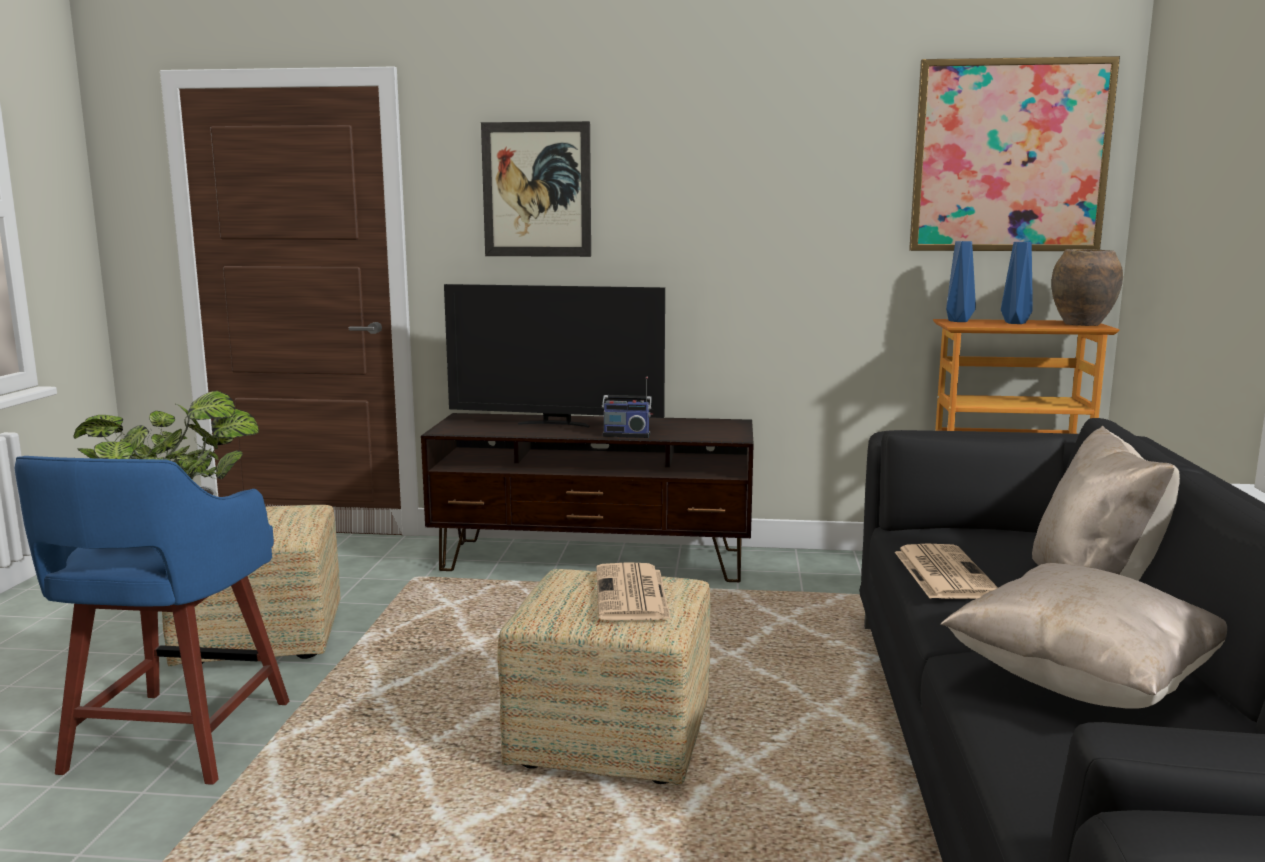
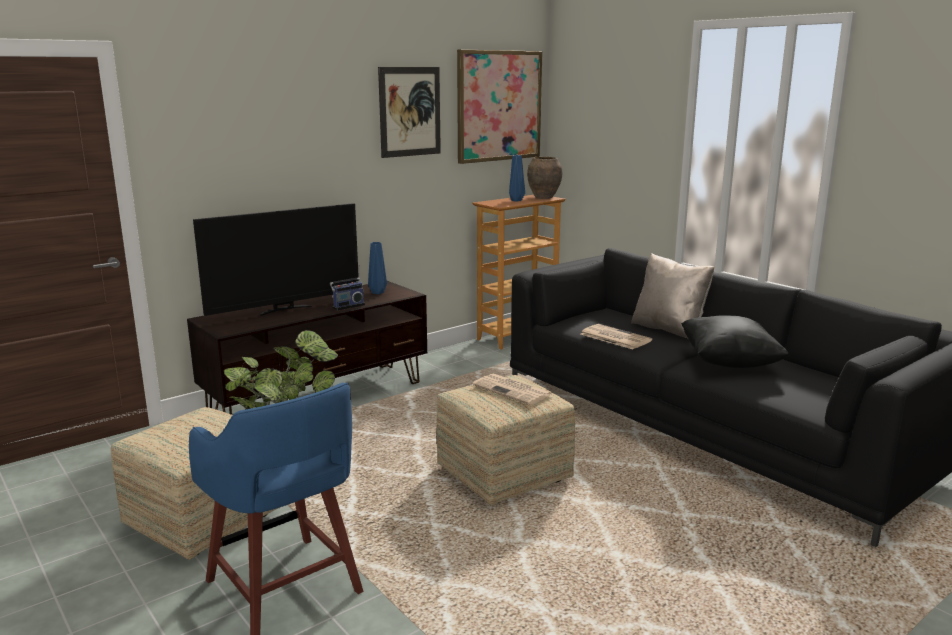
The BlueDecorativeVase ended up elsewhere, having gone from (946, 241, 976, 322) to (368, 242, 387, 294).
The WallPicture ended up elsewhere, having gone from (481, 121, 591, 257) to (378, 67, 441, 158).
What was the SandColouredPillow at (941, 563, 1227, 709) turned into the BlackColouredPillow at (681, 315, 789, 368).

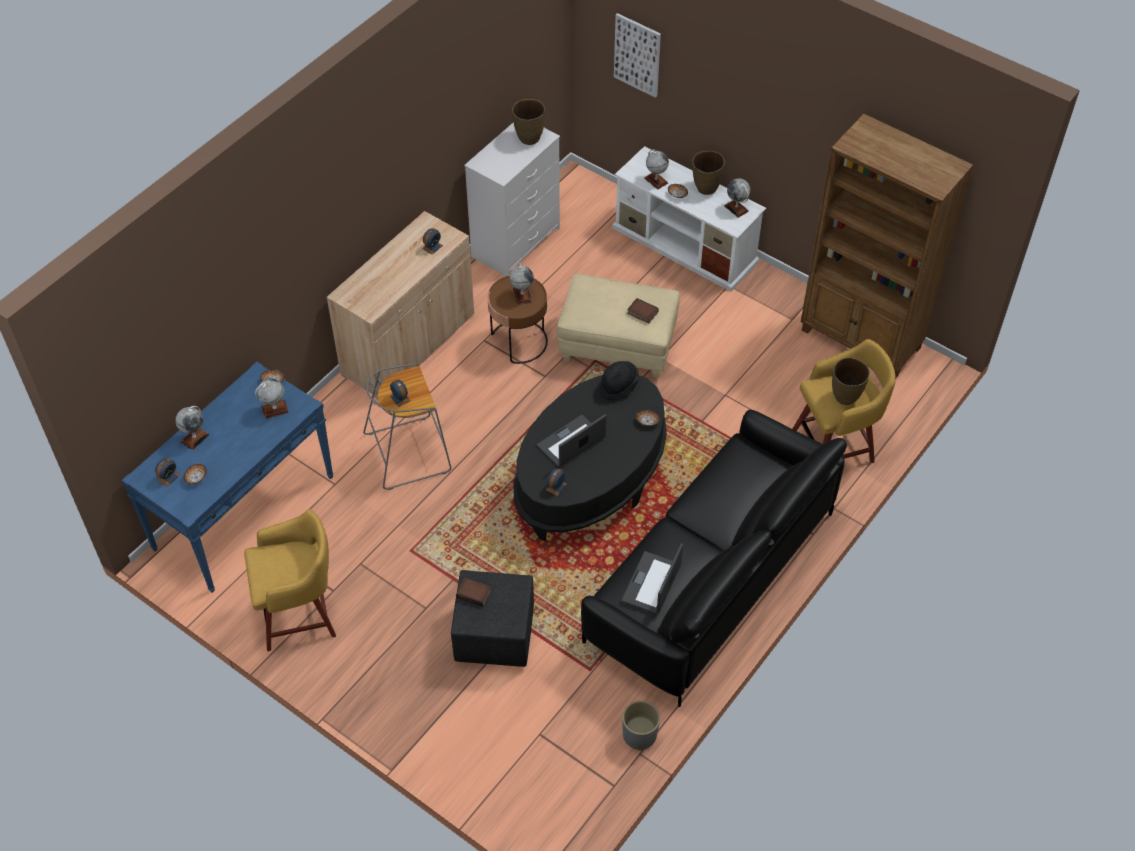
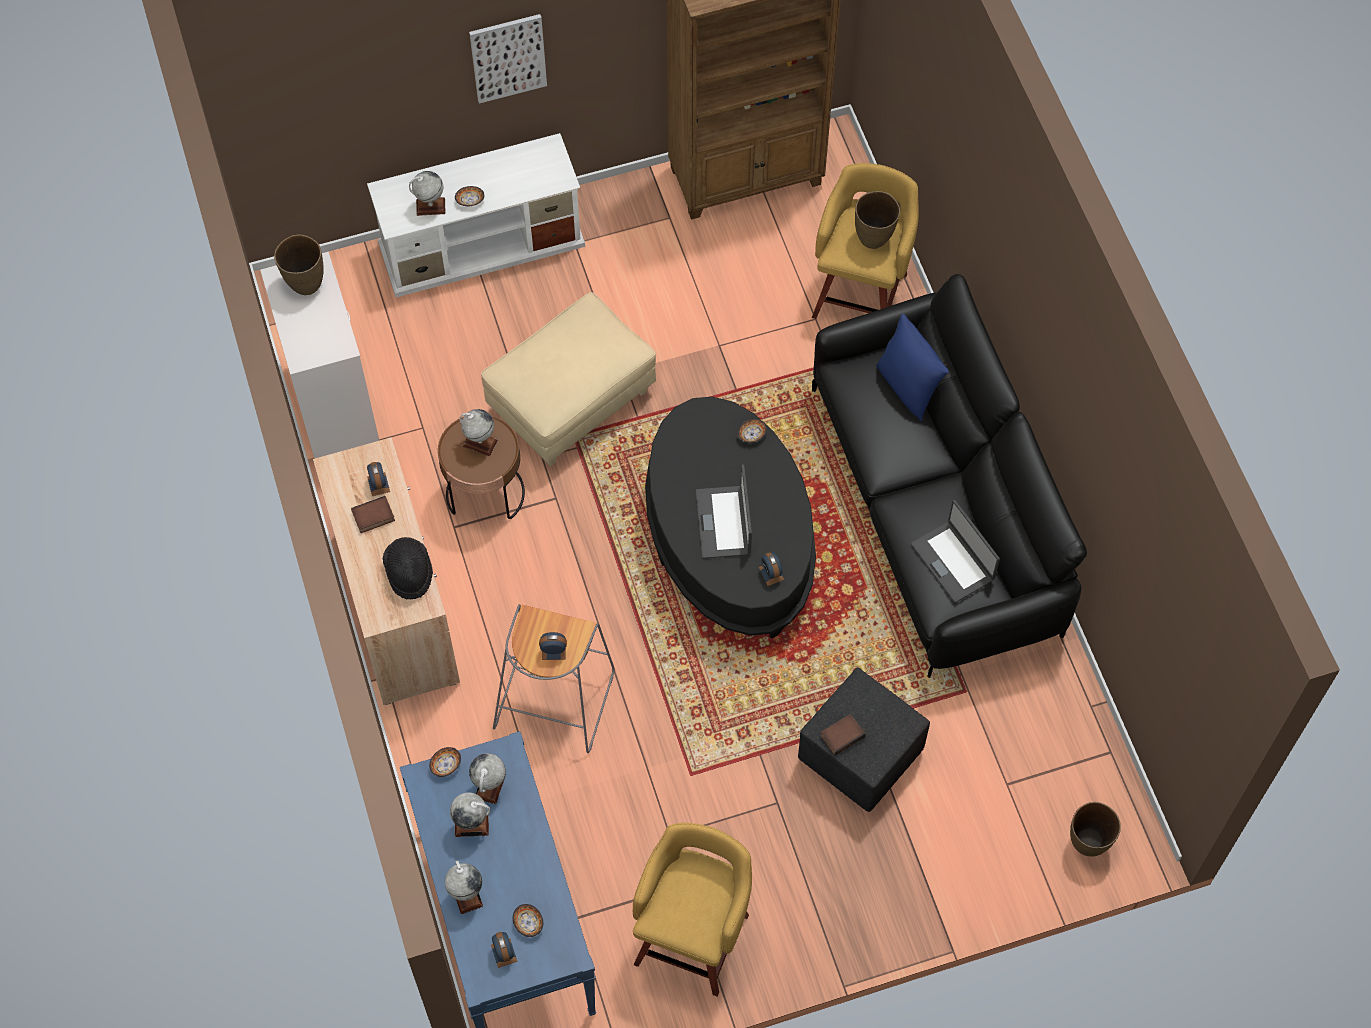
The Volume ended up elsewhere, having gone from (627, 298, 659, 323) to (351, 496, 395, 533).
The BlackColouredClothingHat ended up elsewhere, having gone from (600, 361, 639, 401) to (383, 537, 433, 599).
The WorldGlobe ended up elsewhere, having gone from (724, 179, 750, 218) to (450, 792, 490, 837).
The WallPicture ended up elsewhere, having gone from (614, 13, 661, 98) to (469, 14, 547, 104).
The second view gained the BluePillow at (876, 313, 949, 422).
The BrownDecorativeVase ended up elsewhere, having gone from (692, 151, 725, 195) to (1070, 802, 1121, 856).
The second view lost the GreyishPlanter at (622, 701, 660, 750).

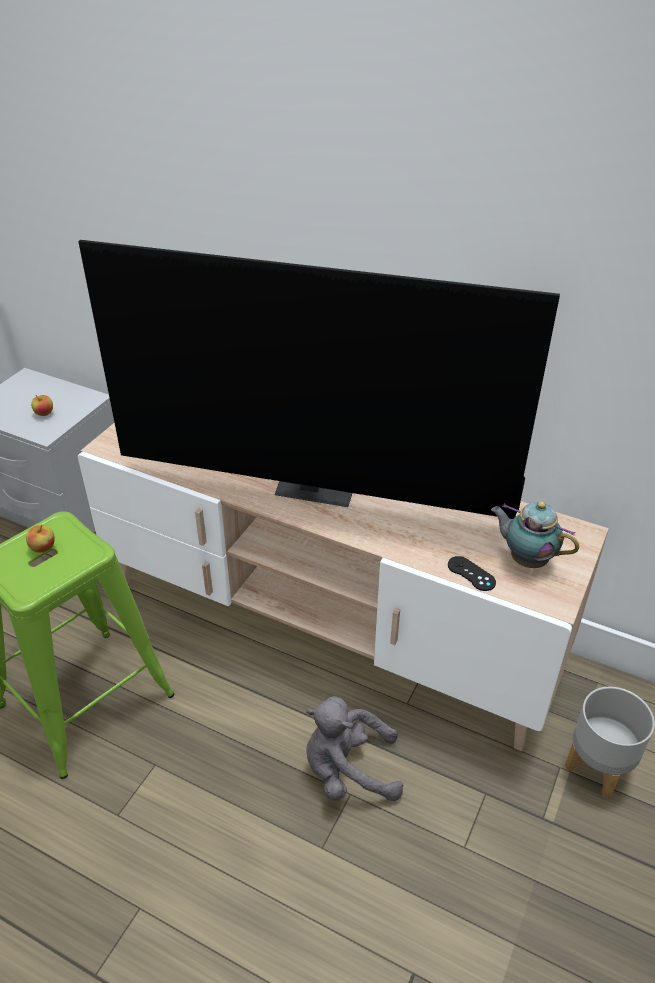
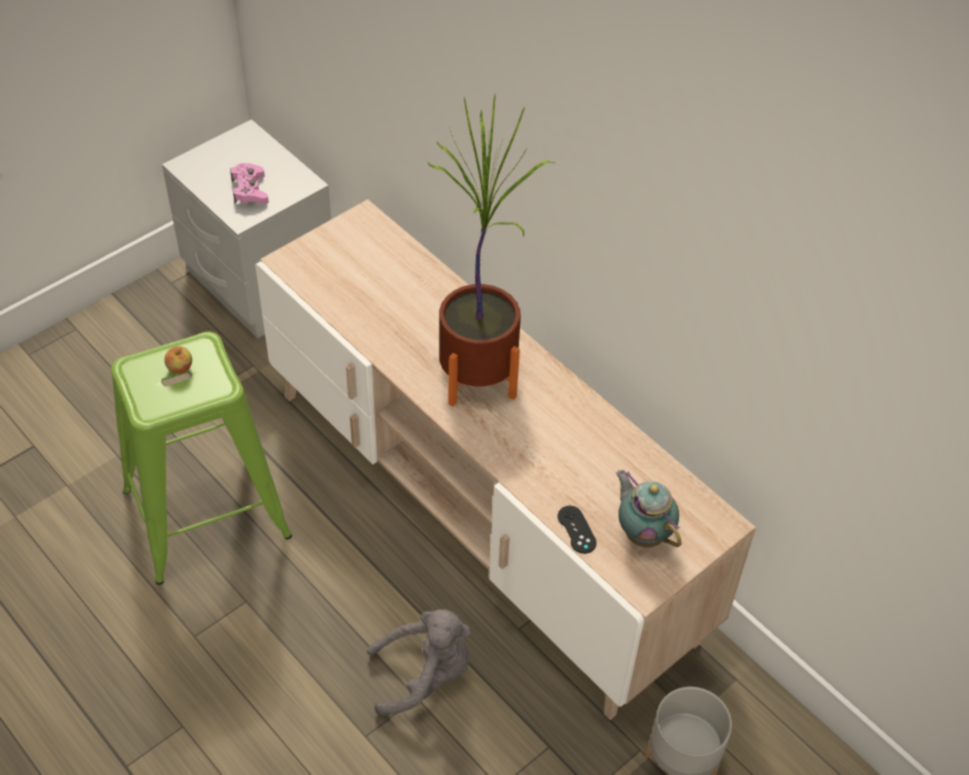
Where the WholeApple stood at (31, 395, 53, 416), the PinkGamepad came to stand at (230, 163, 269, 204).
The GreyishSoftToy at (306, 696, 403, 801) ended up facing another way, 150 degrees clockwise from before.
Where the Television stood at (78, 240, 560, 519), the PlantInAPot came to stand at (427, 95, 556, 407).

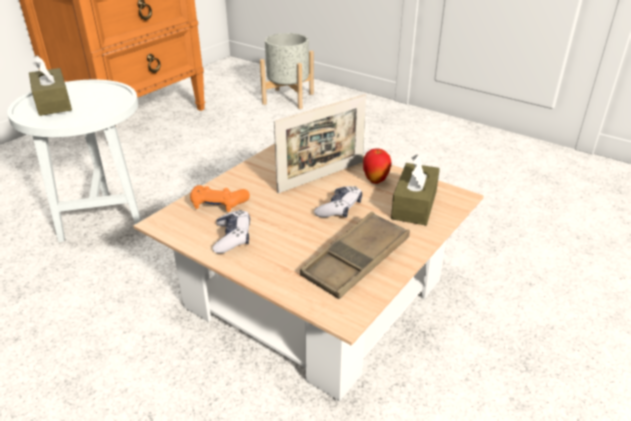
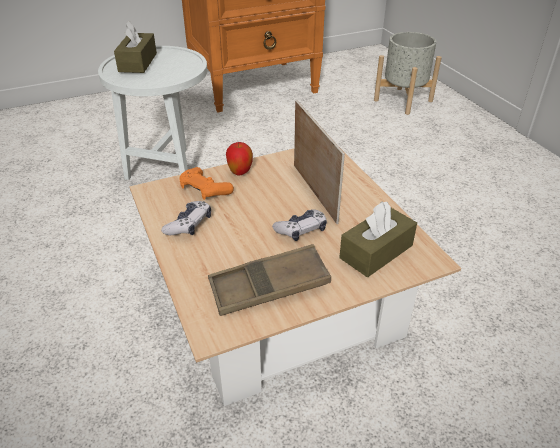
The WholeApple ended up elsewhere, having gone from (363, 148, 391, 184) to (226, 142, 253, 176).
The StandingFrame at (274, 94, 366, 193) ended up facing another way, 105 degrees counterclockwise from before.

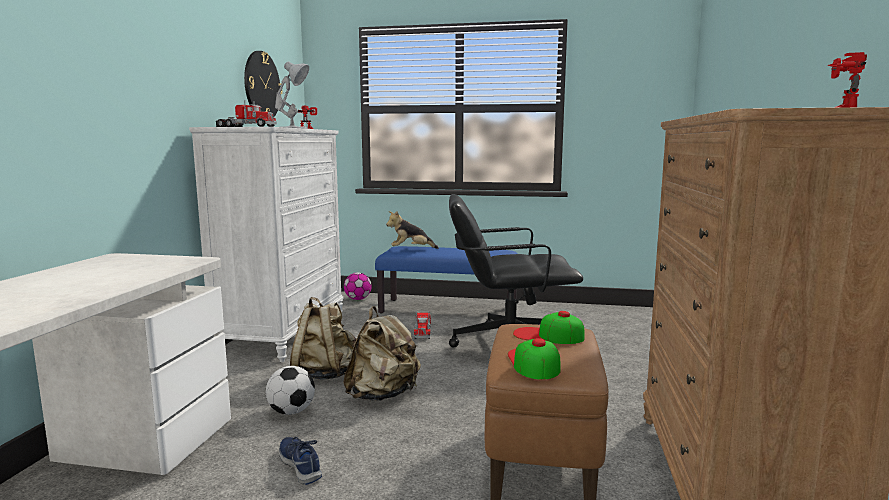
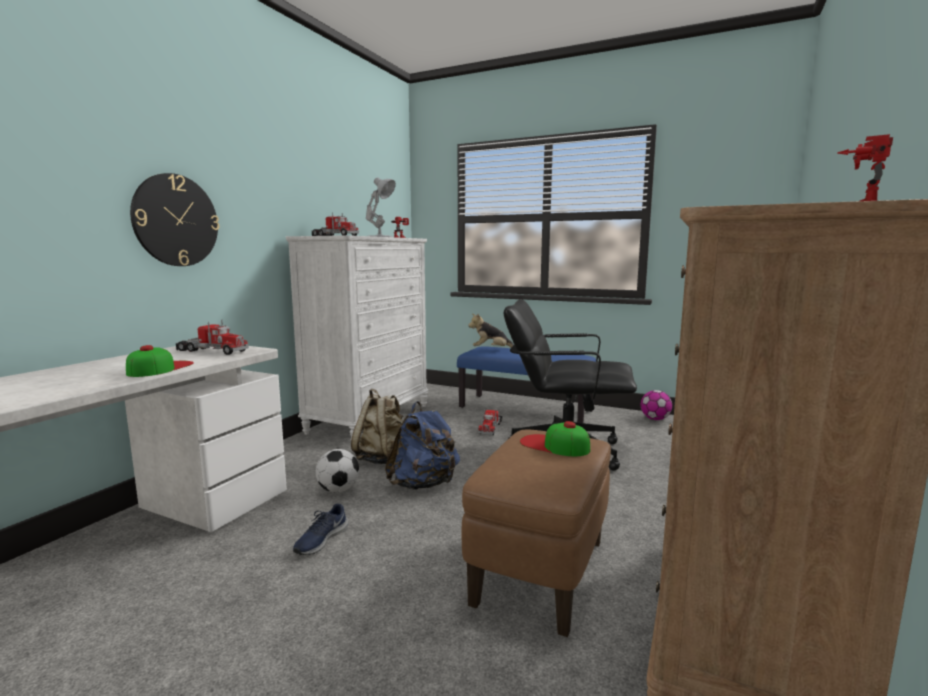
The PeakedCap ended up elsewhere, having gone from (508, 338, 561, 380) to (126, 345, 194, 377).
The HangingClock ended up elsewhere, having gone from (244, 51, 283, 118) to (130, 173, 219, 266).
The second view gained the ModelTruck at (176, 320, 249, 355).
The BlueLowShoe at (279, 437, 322, 485) ended up facing another way, 135 degrees counterclockwise from before.
What was the SandColouredBackpack at (343, 306, 421, 401) turned into the BlueBackpack at (385, 401, 460, 490).
The Football ended up elsewhere, having gone from (344, 272, 372, 300) to (640, 390, 672, 420).

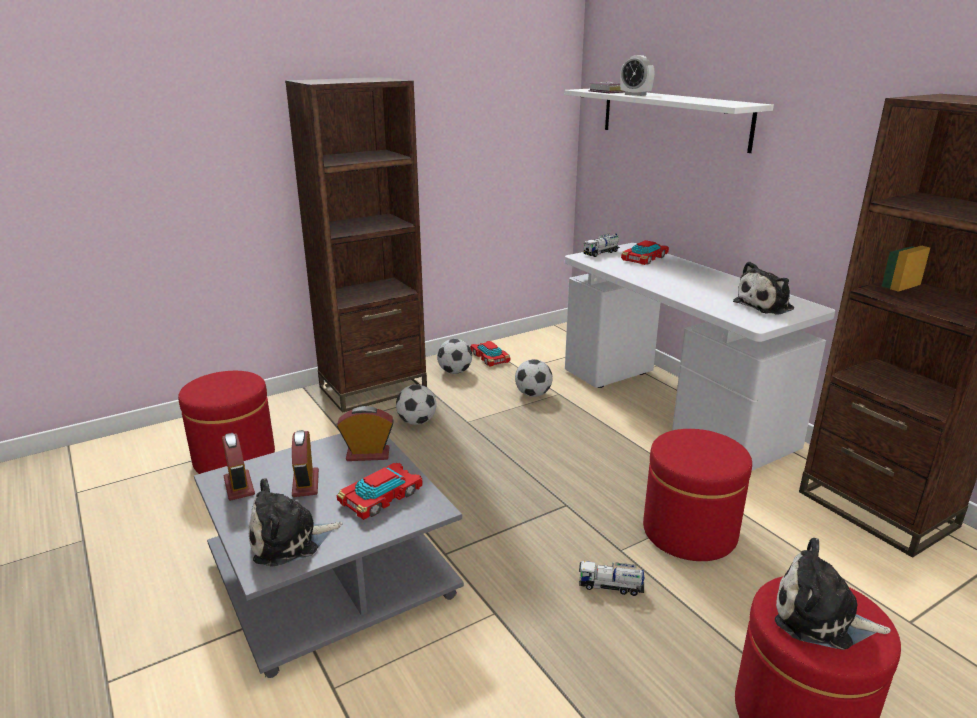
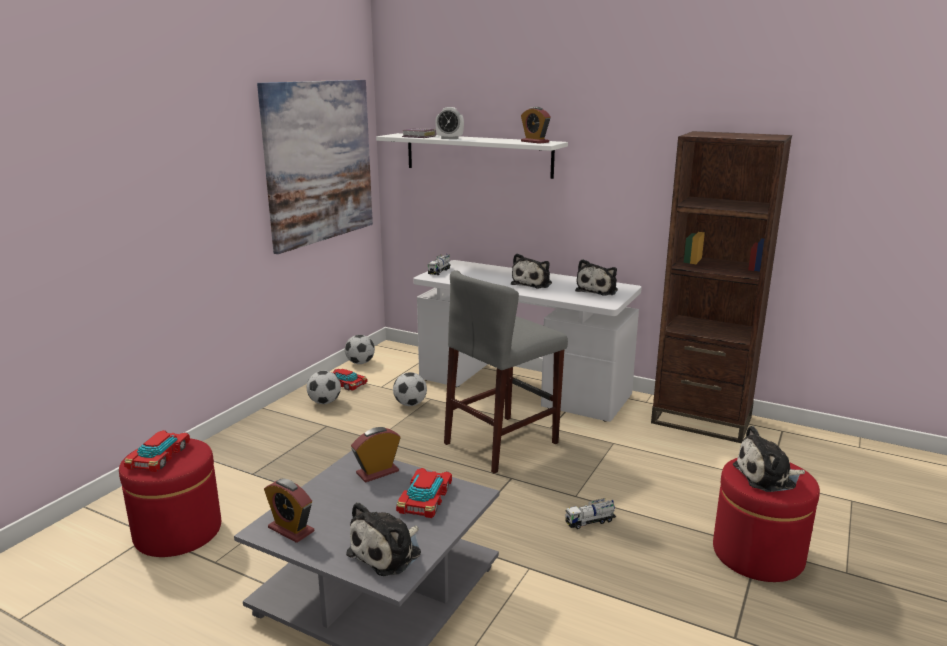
The ModelCar ended up elsewhere, having gone from (621, 240, 669, 265) to (124, 430, 190, 472).
The second view gained the WallPicture at (257, 80, 373, 254).
The Football ended up elsewhere, having gone from (396, 384, 436, 425) to (345, 335, 375, 364).
The second view gained the GreyishSittingStool at (444, 270, 568, 474).
The second view gained the SoftToy at (511, 254, 552, 288).
The AlarmClock ended up elsewhere, having gone from (292, 430, 319, 497) to (521, 107, 551, 144).
The second view lost the BrownBookshelf at (285, 77, 427, 413).
The second view lost the RedPouffe at (643, 429, 752, 561).

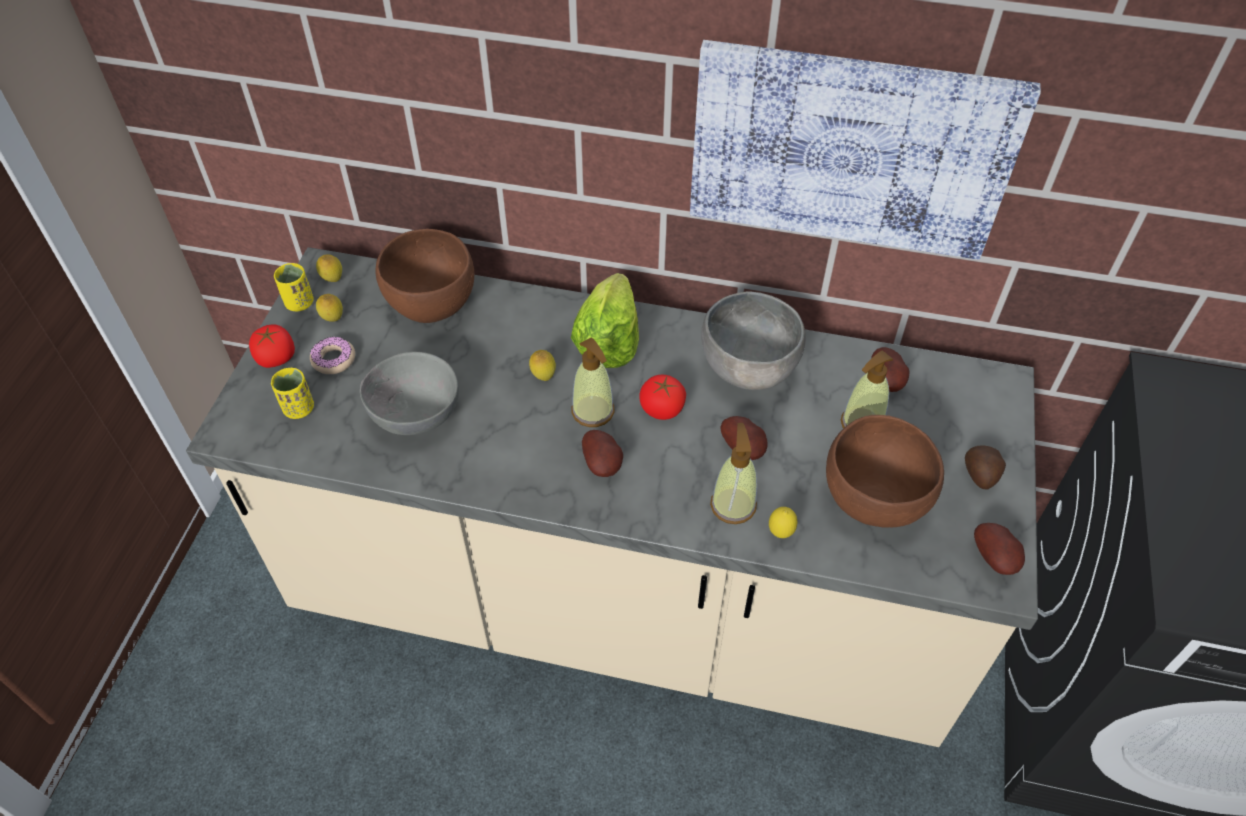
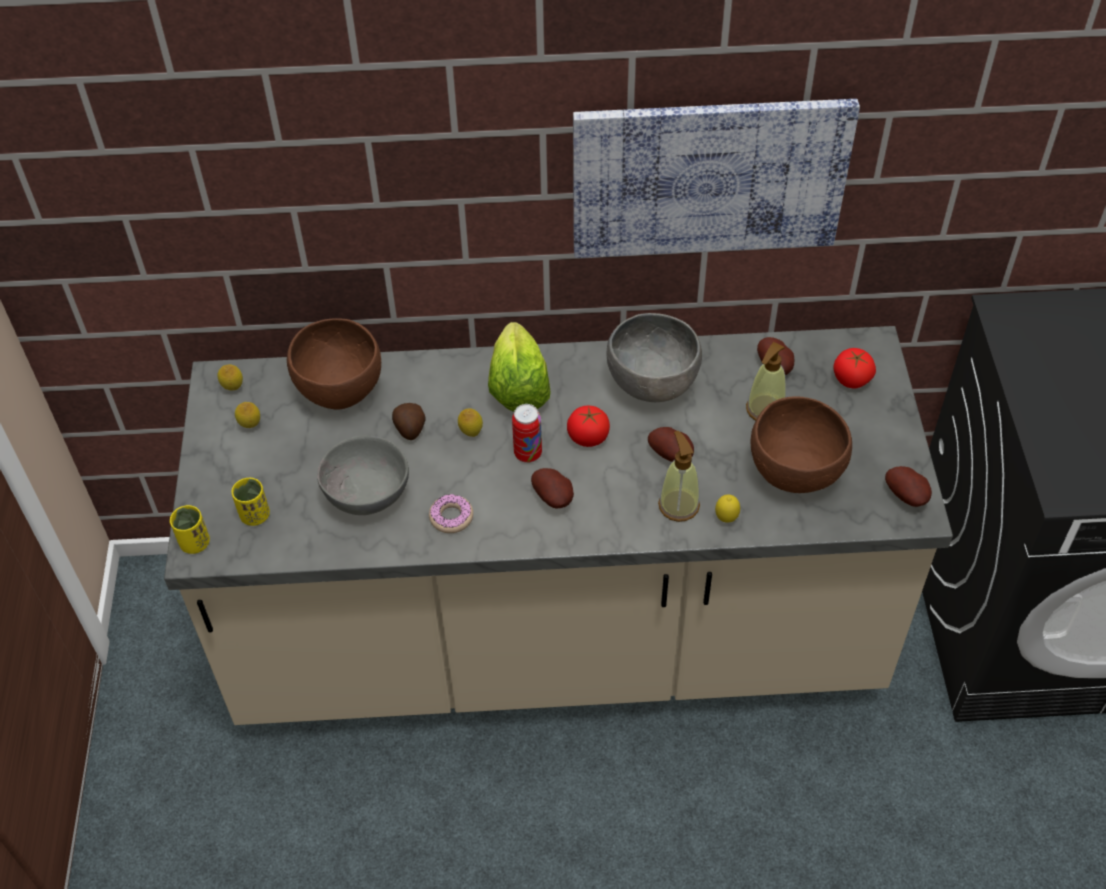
The YellowishDrinkingCup ended up elsewhere, having gone from (274, 263, 314, 312) to (170, 505, 210, 554).
The Potato ended up elsewhere, having gone from (965, 445, 1006, 489) to (392, 403, 426, 440).
The Donut ended up elsewhere, having gone from (310, 337, 355, 374) to (429, 494, 473, 533).
Where the SoapBottle stood at (572, 337, 614, 427), the Can came to stand at (512, 404, 542, 463).
The FreshTomato ended up elsewhere, having gone from (249, 324, 295, 368) to (833, 348, 876, 388).

